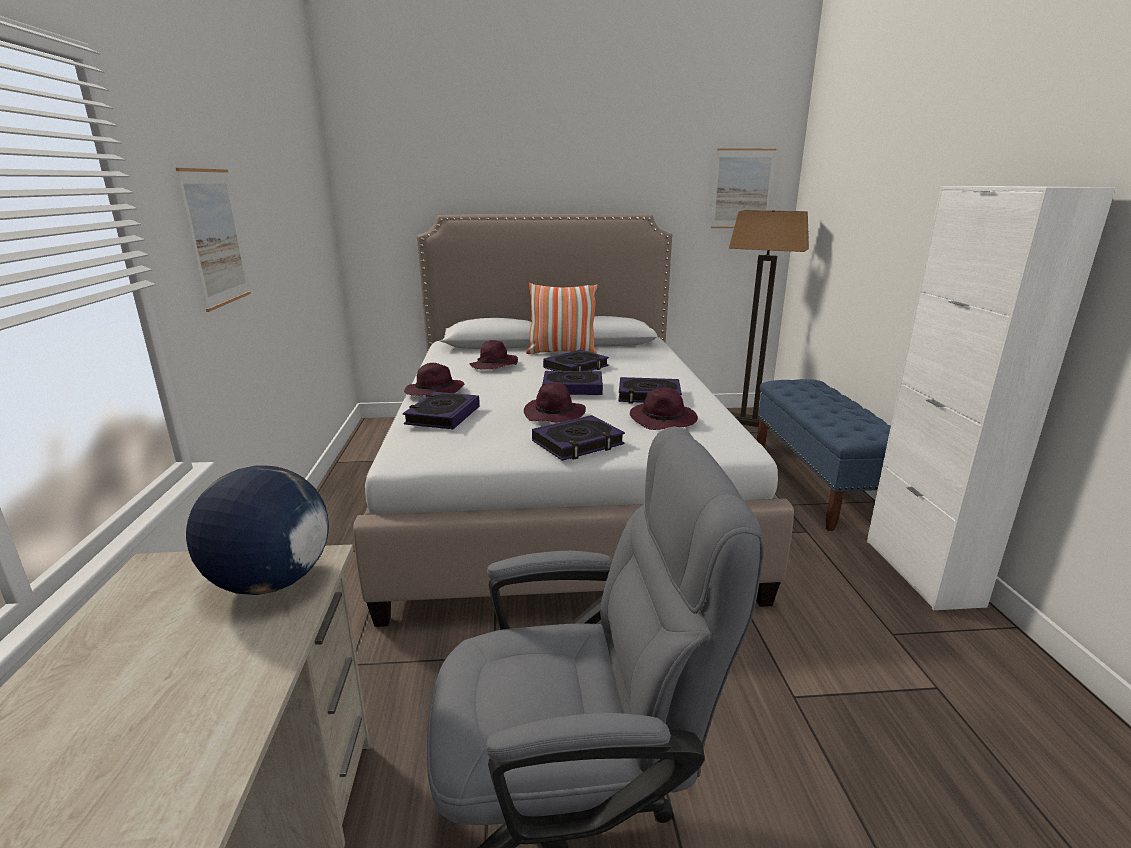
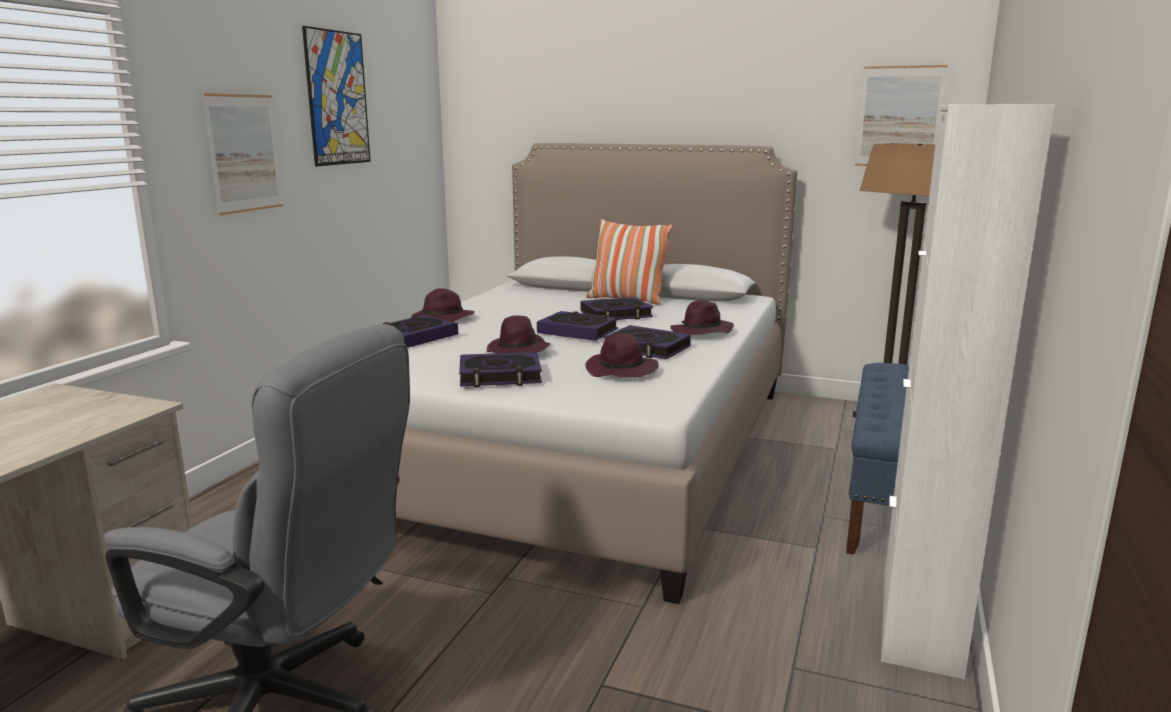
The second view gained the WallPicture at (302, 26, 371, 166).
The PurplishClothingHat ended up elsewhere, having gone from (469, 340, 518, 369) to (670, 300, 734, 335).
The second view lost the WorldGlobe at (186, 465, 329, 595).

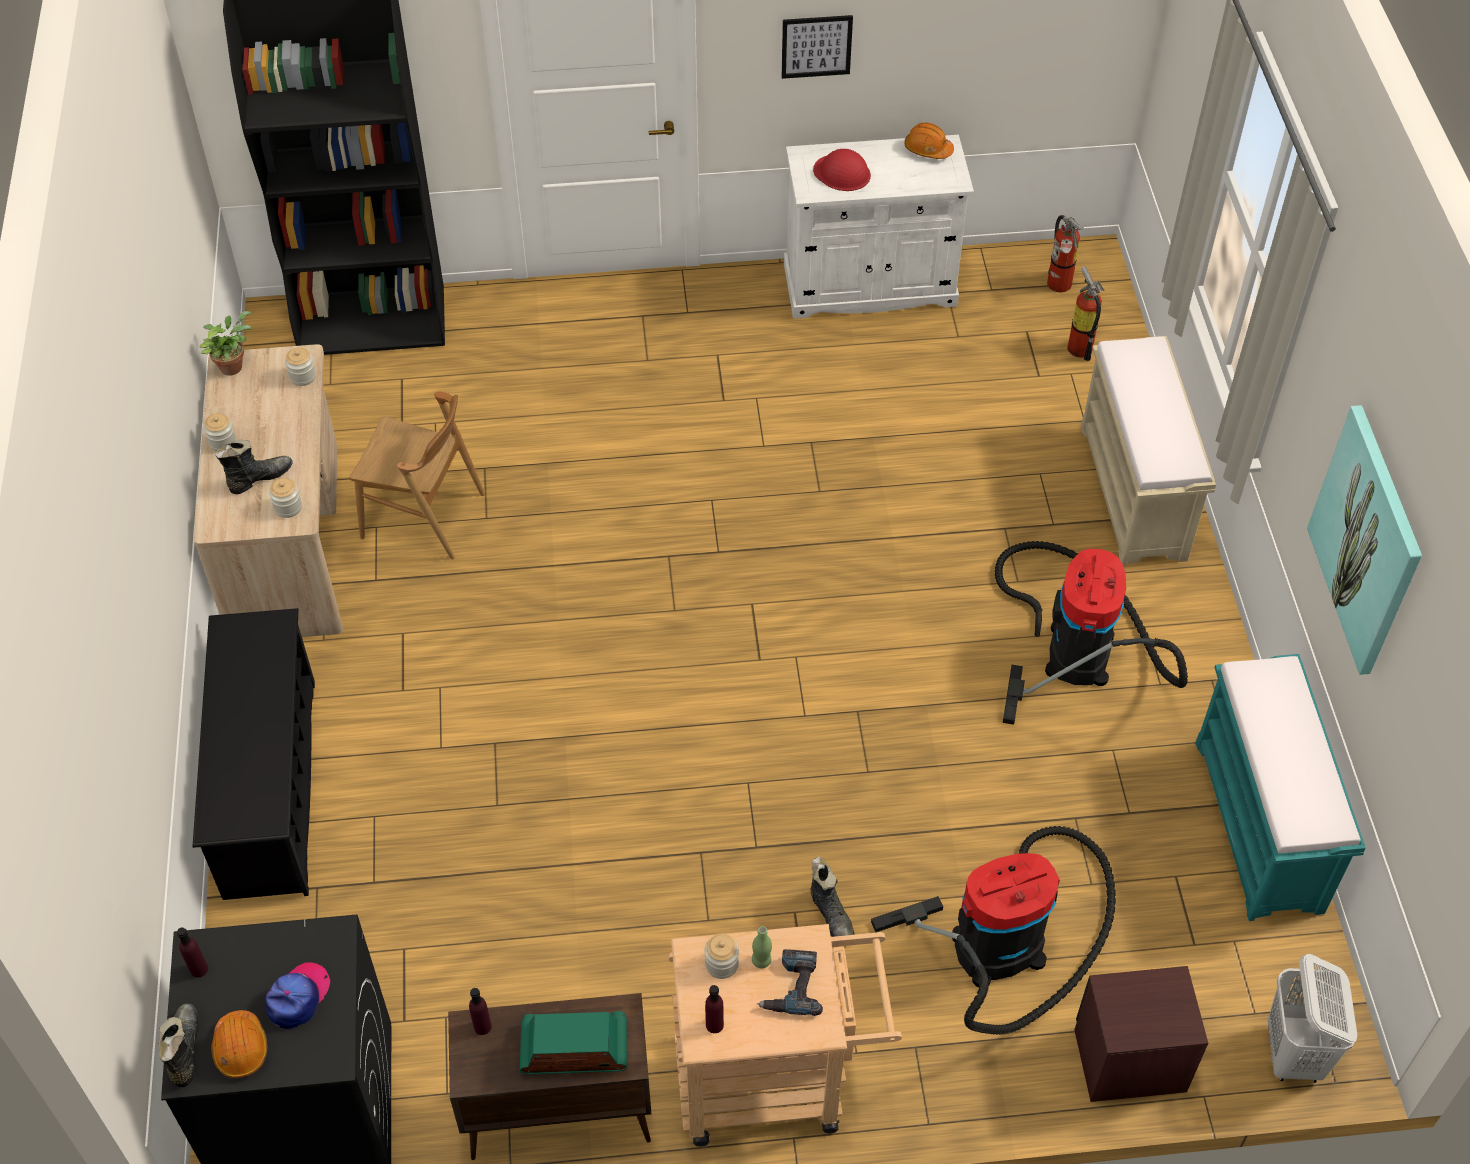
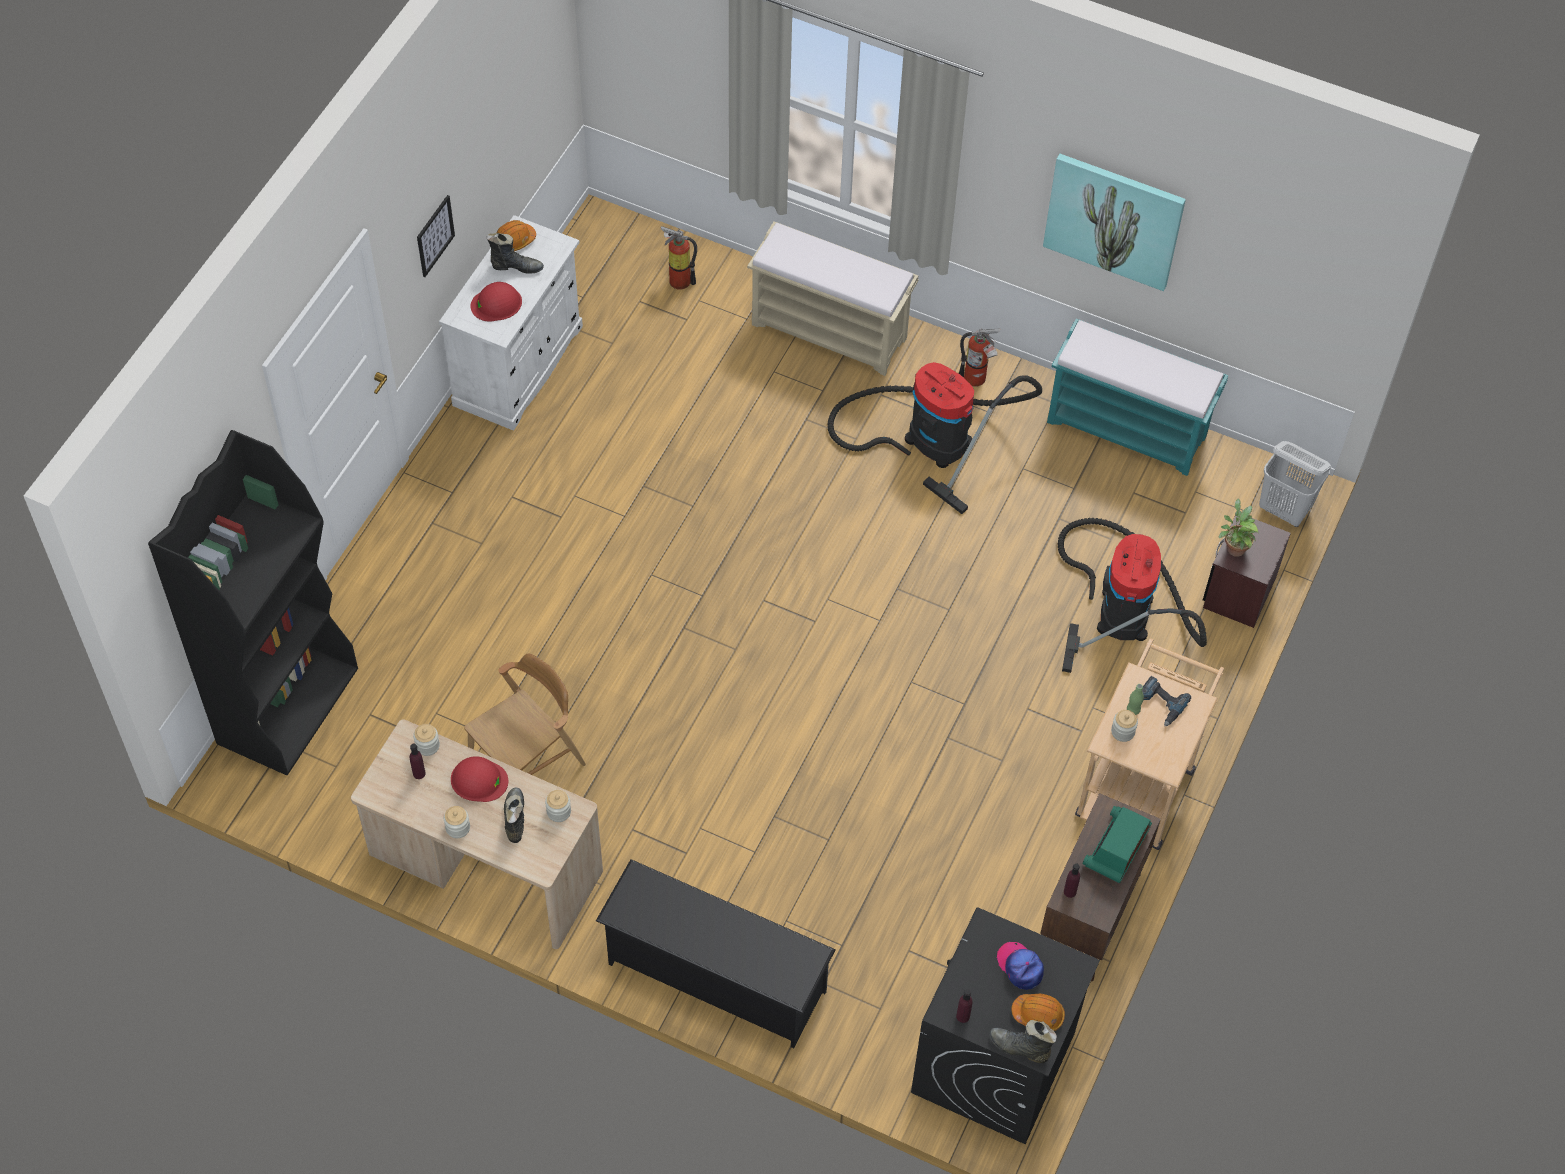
The PurplishBottle ended up elsewhere, having gone from (705, 985, 724, 1033) to (410, 744, 426, 779).
The second view gained the RedHardHat at (451, 756, 508, 802).
The BlackColouredHighTopBoot ended up elsewhere, having gone from (811, 857, 854, 937) to (487, 233, 544, 274).
The FireFightingCylinder ended up elsewhere, having gone from (1047, 215, 1084, 293) to (959, 329, 1000, 387).
The PlantInAPot ended up elsewhere, having gone from (200, 311, 252, 376) to (1219, 499, 1259, 557).

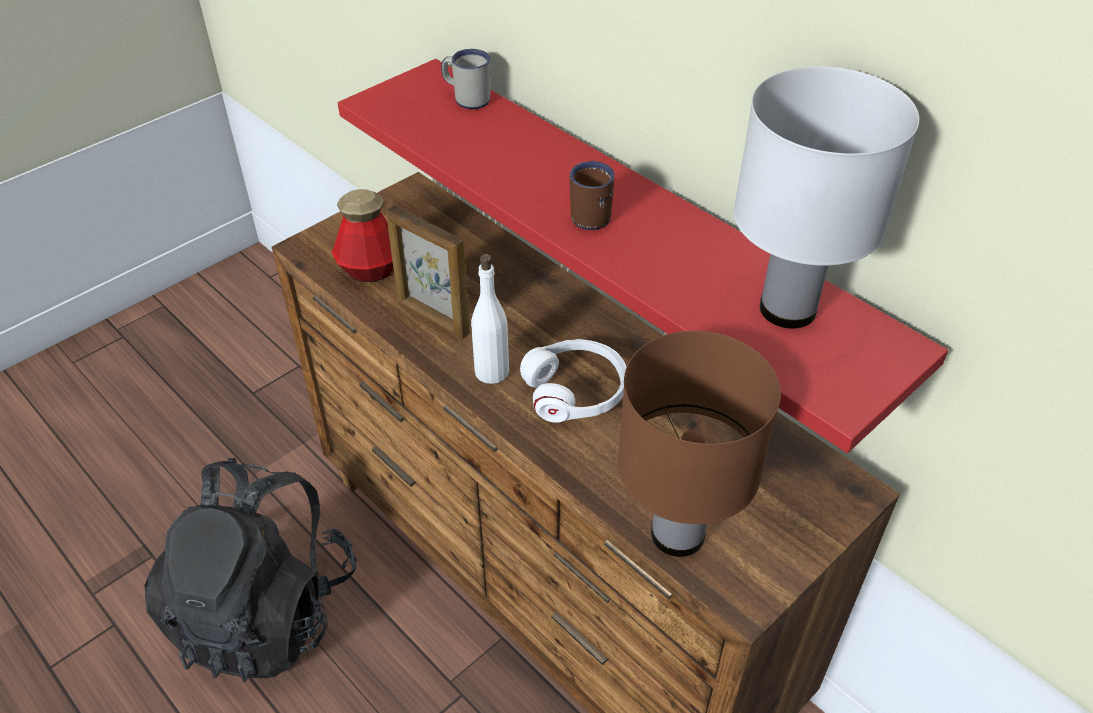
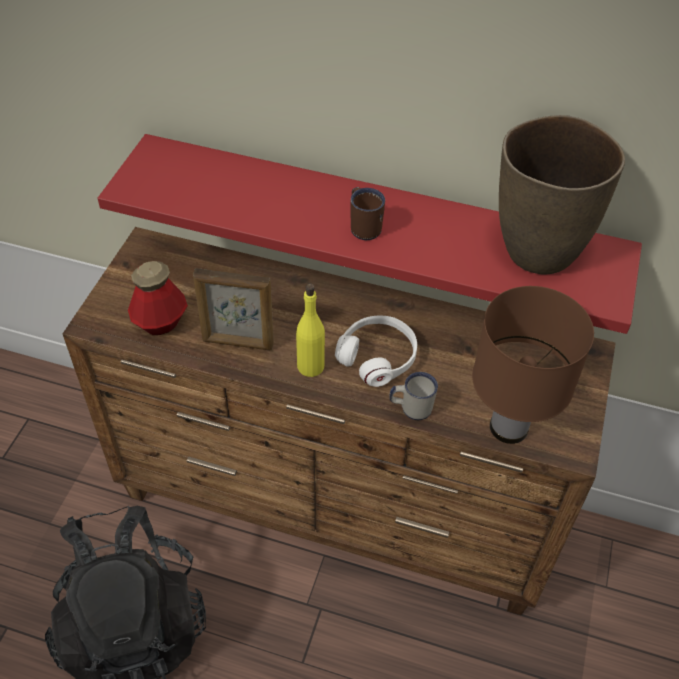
What was the WhitishBottle at (471, 254, 509, 384) turned into the YellowishBottle at (296, 283, 325, 377).
The WhitishTeaMug ended up elsewhere, having gone from (441, 49, 491, 109) to (390, 372, 438, 420).
Where the WhitishTabletopLamp stood at (734, 66, 919, 329), the BrownDecorativeVase came to stand at (499, 115, 625, 275).

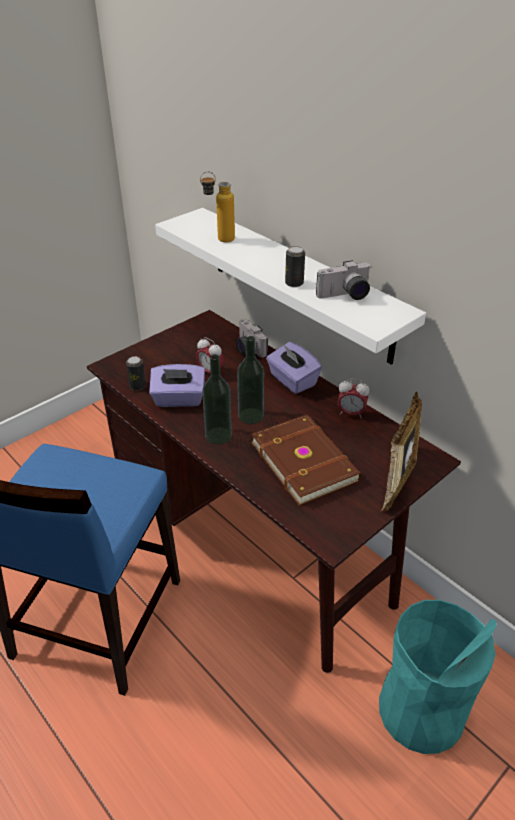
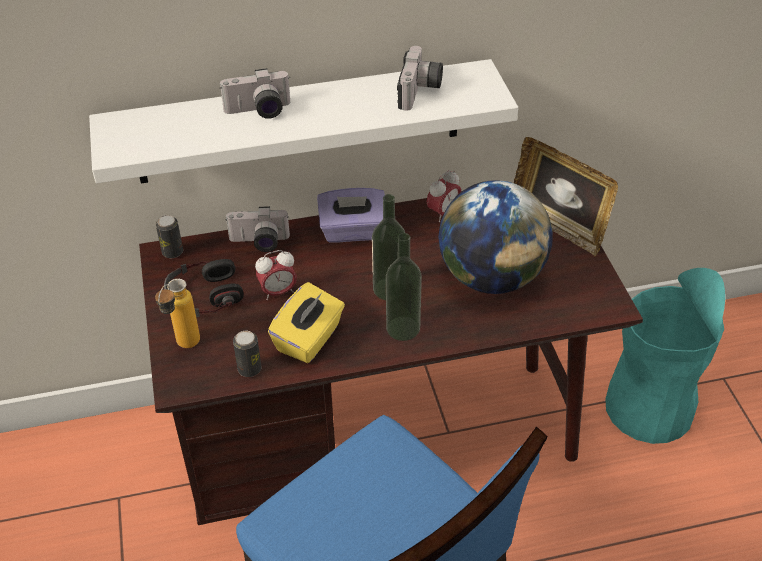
The Bottle ended up elsewhere, having gone from (200, 171, 235, 243) to (155, 279, 200, 348).
The Can ended up elsewhere, having gone from (285, 246, 305, 287) to (156, 215, 183, 258).
The second view gained the Headset at (164, 259, 244, 317).
The second view gained the PhotoCamera at (220, 68, 290, 119).
What was the PurplishBoxOfTissues at (149, 364, 205, 407) turned into the YellowishBoxOfTissues at (268, 282, 345, 363).
Where the BrownVolume stood at (251, 414, 362, 506), the WorldGlobe came to stand at (438, 180, 552, 294).

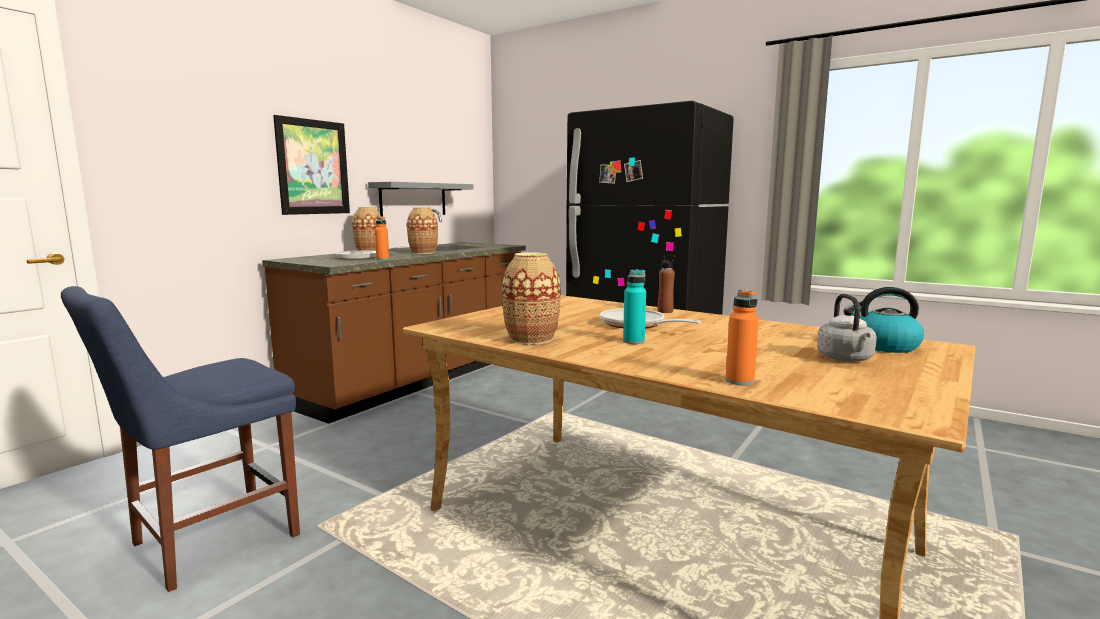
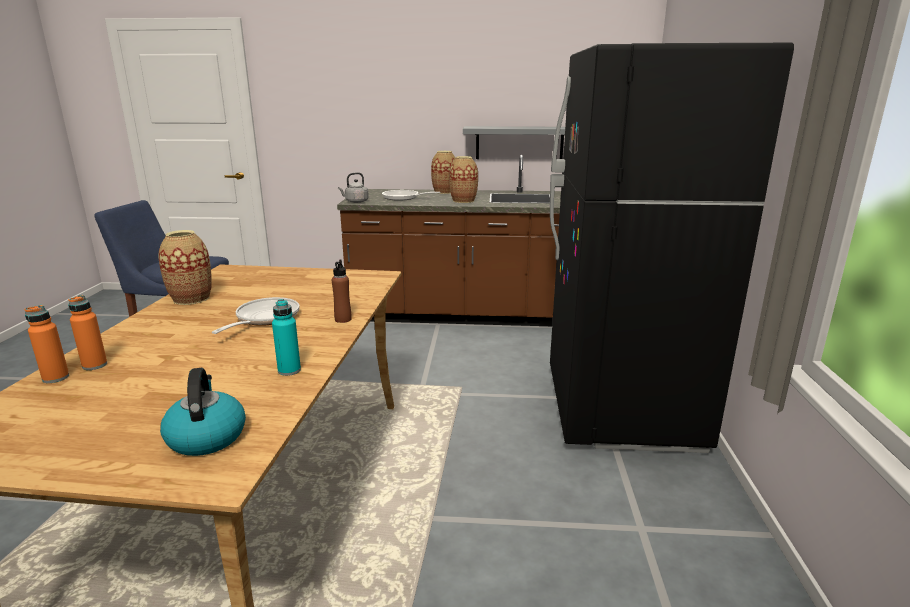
The OrangeColouredBottle ended up elsewhere, having gone from (375, 217, 389, 260) to (68, 295, 107, 370).
The TurquoiseBottle ended up elsewhere, having gone from (623, 270, 646, 344) to (272, 299, 301, 376).
The GreyishTeaKettle ended up elsewhere, having gone from (817, 294, 877, 362) to (338, 172, 369, 203).
The second view lost the WallPicture at (273, 115, 350, 215).

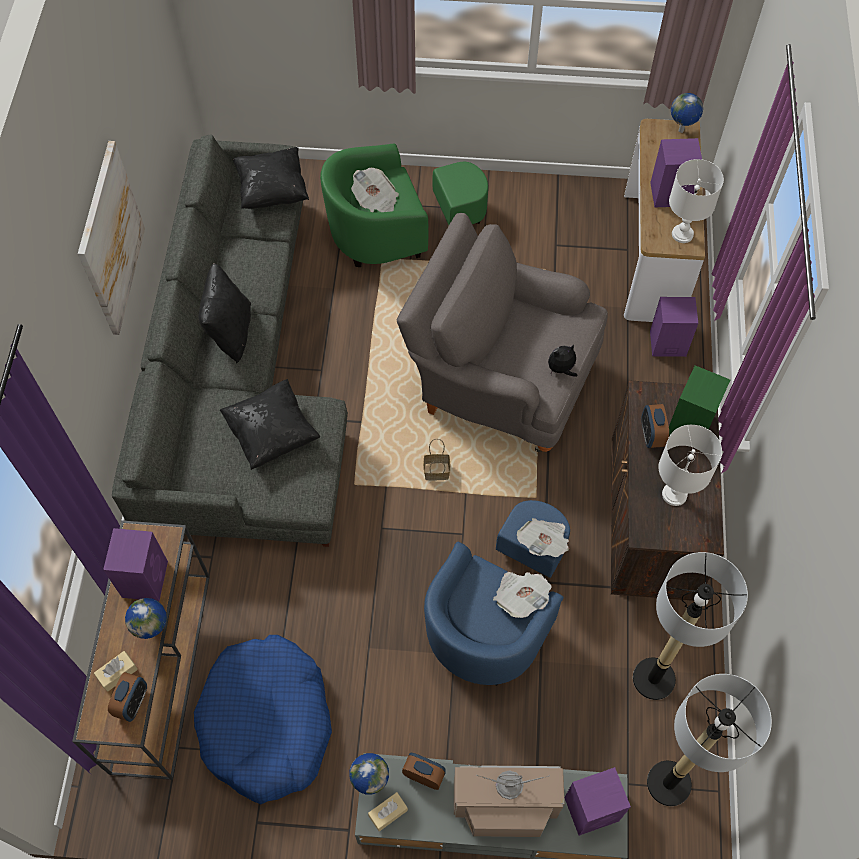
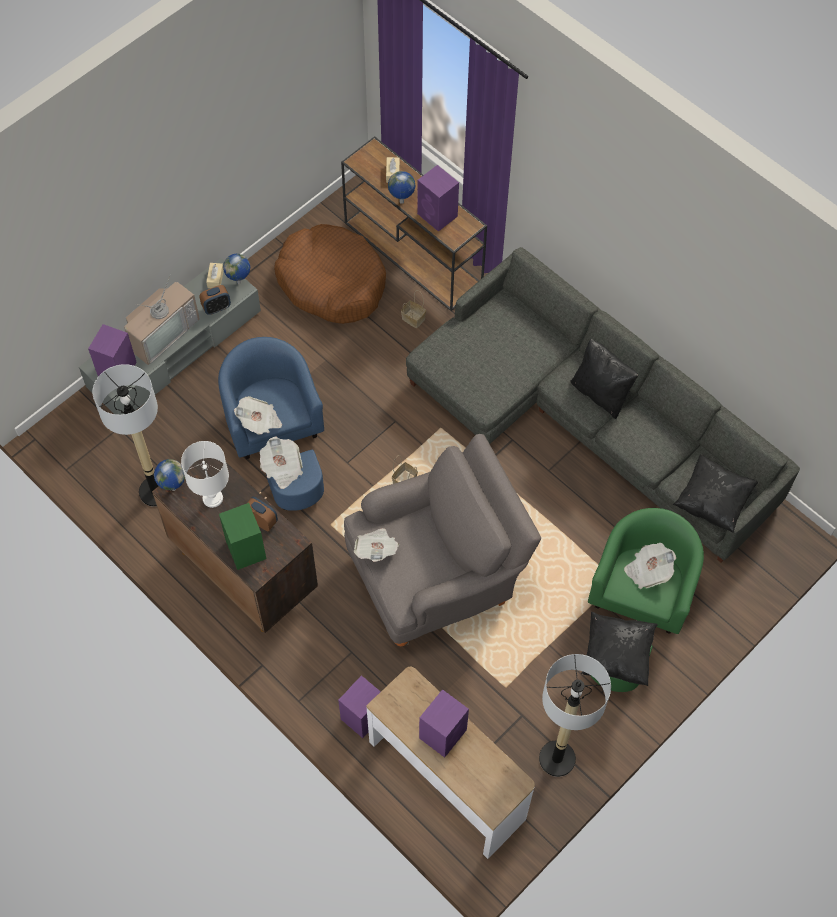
The WorldGlobe ended up elsewhere, having gone from (671, 93, 703, 133) to (154, 459, 185, 491).
What was the BlueDogBed at (194, 635, 332, 804) turned into the BrownDogBed at (274, 224, 386, 324).
Where the SoftToy stood at (548, 344, 577, 377), the PrintedPaper came to stand at (354, 528, 399, 562).
The second view gained the StorageBasket at (401, 290, 426, 328).
The FloorLamp ended up elsewhere, having gone from (647, 674, 772, 806) to (539, 654, 611, 777).
The BlackColouredPillow ended up elsewhere, having gone from (219, 379, 320, 470) to (581, 612, 658, 686).
The second view lost the WallPicture at (78, 141, 145, 335).
The second view lost the AlarmClock at (108, 672, 147, 722).
The second view lost the WhitishTabletopLamp at (669, 159, 724, 243).

